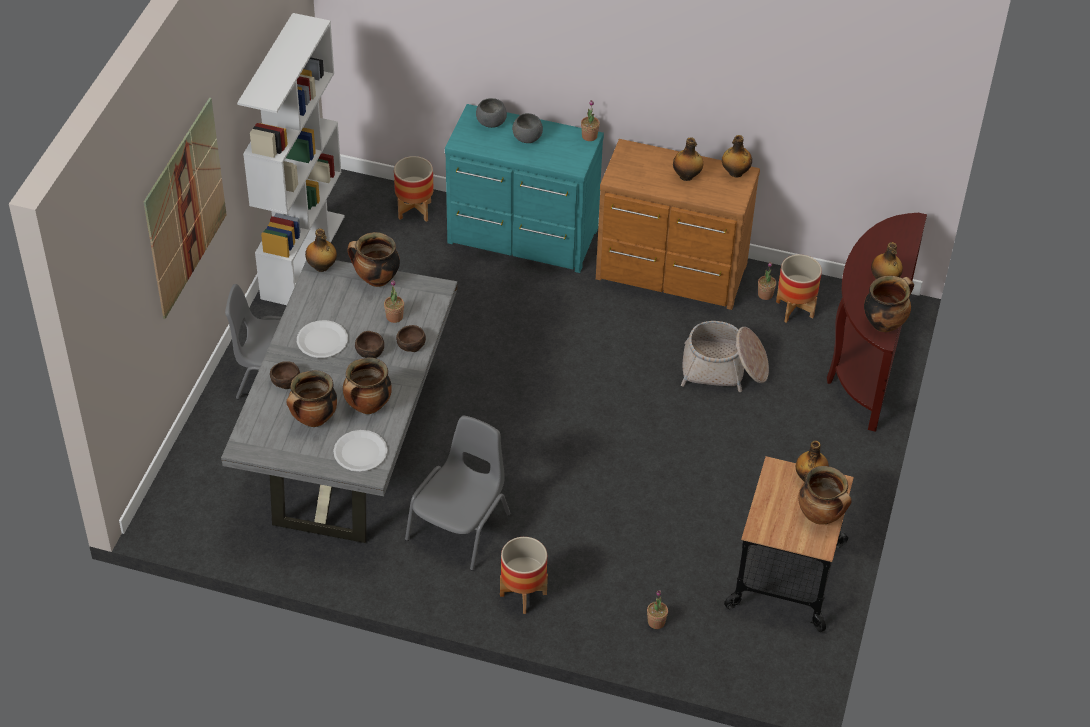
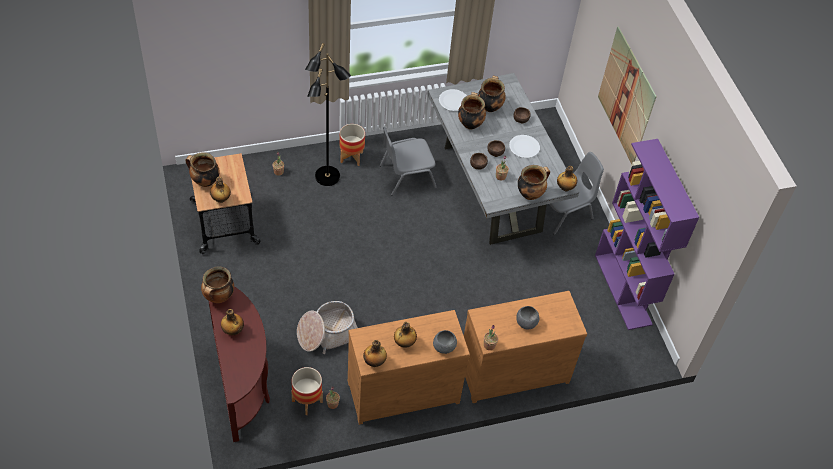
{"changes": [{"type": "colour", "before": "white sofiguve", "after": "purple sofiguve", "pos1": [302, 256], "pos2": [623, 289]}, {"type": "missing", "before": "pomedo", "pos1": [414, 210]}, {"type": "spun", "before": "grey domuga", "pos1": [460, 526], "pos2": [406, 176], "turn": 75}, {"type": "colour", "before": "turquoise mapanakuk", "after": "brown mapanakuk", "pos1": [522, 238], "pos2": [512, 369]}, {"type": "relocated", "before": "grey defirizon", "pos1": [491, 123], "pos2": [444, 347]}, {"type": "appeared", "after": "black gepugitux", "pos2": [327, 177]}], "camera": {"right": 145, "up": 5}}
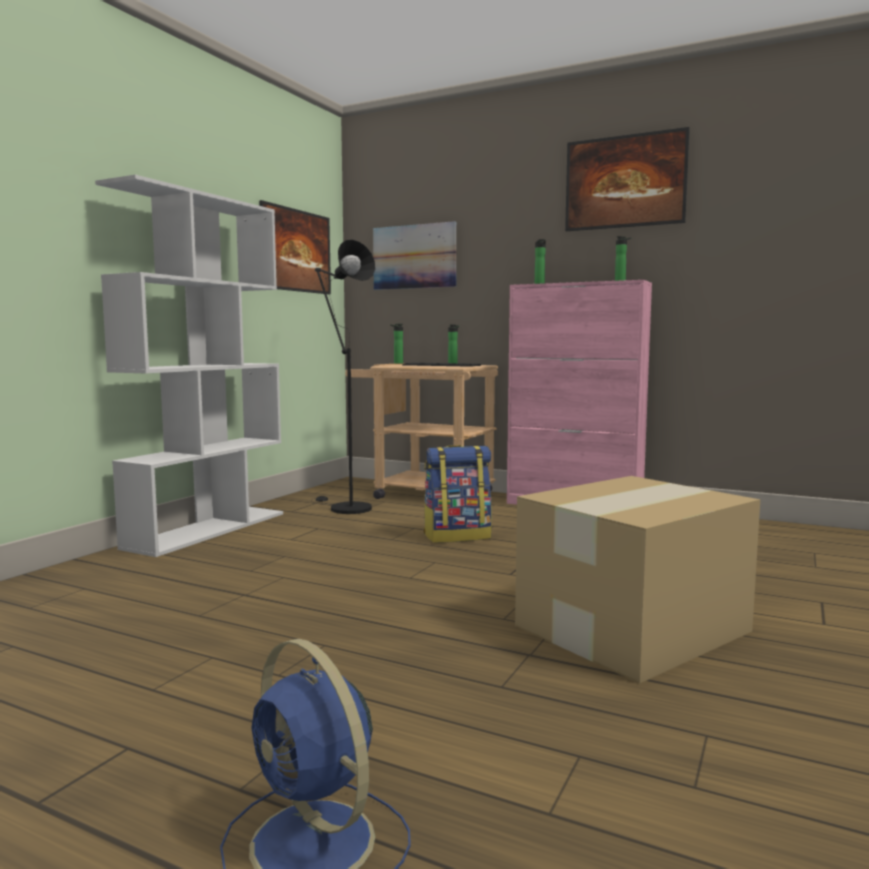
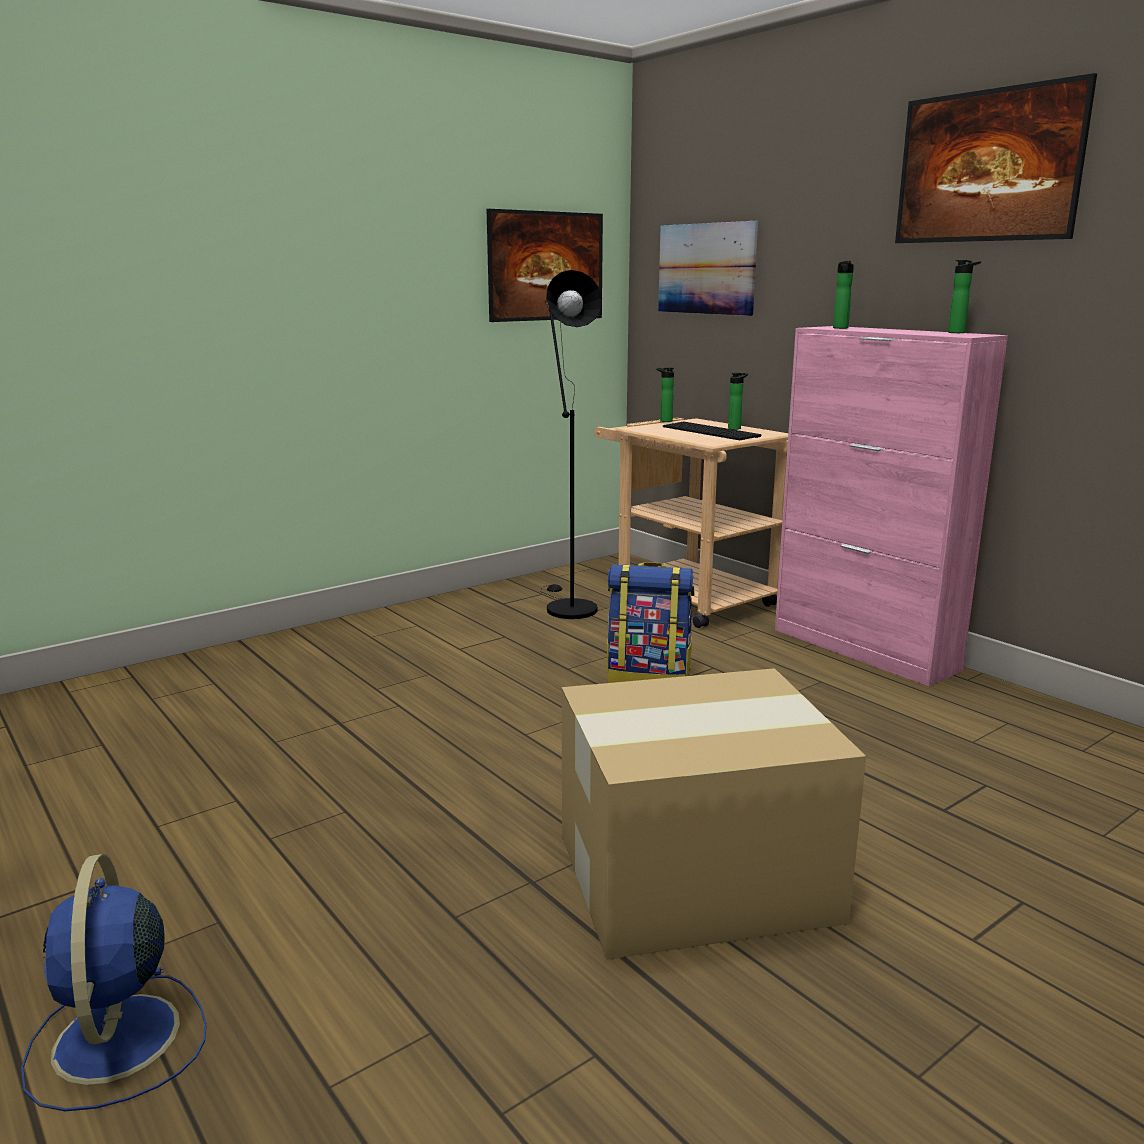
{"changes": [{"type": "missing", "before": "white sofiguve", "pos1": [208, 530]}], "camera": {"right": 25, "up": 10}}
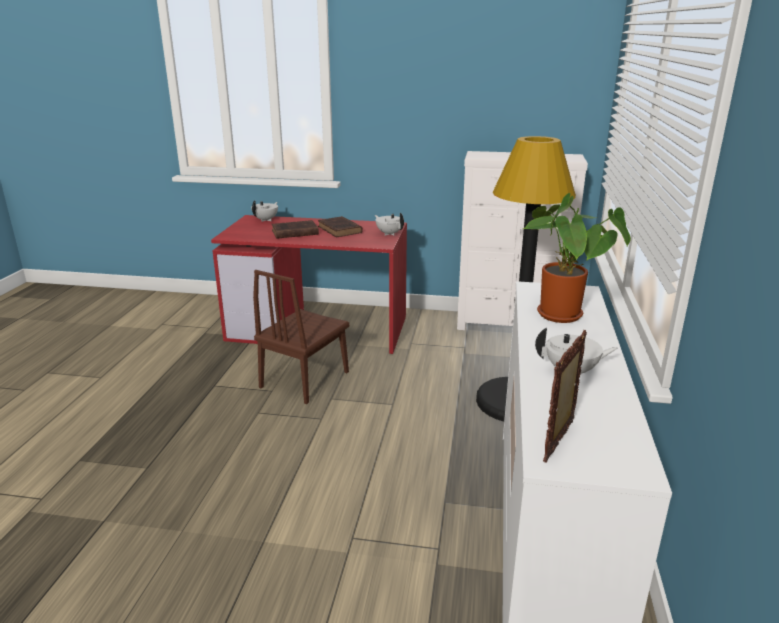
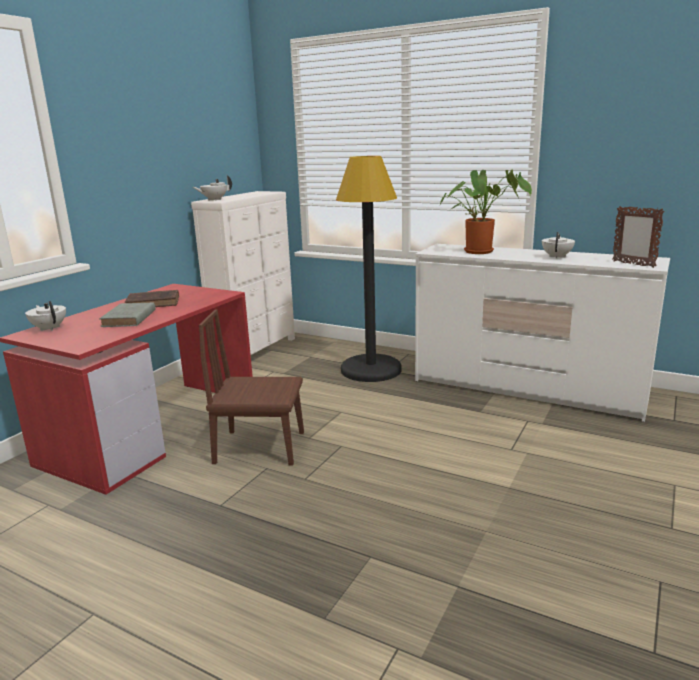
{"changes": [{"type": "spun", "before": "brown domuga", "pos1": [305, 379], "pos2": [260, 447], "turn": 135}, {"type": "colour", "before": "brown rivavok", "after": "grey rivavok", "pos1": [293, 233], "pos2": [128, 319]}, {"type": "relocated", "before": "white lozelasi", "pos1": [389, 233], "pos2": [214, 199]}], "camera": {"right": -70, "up": -5}}
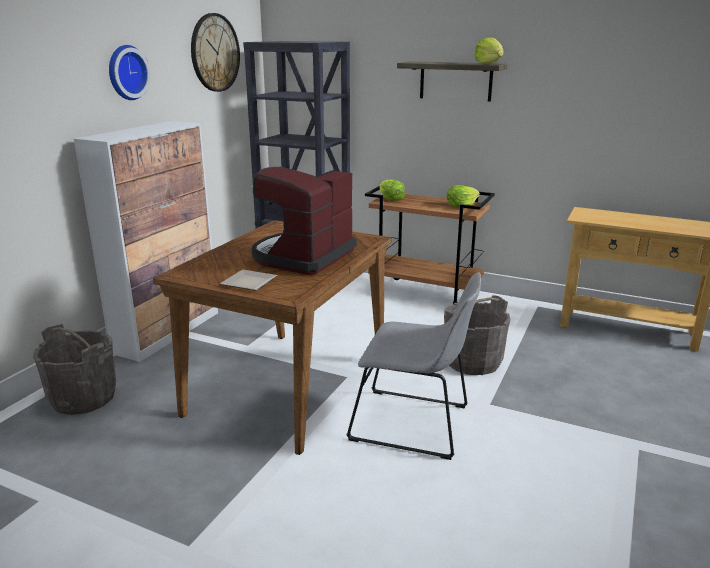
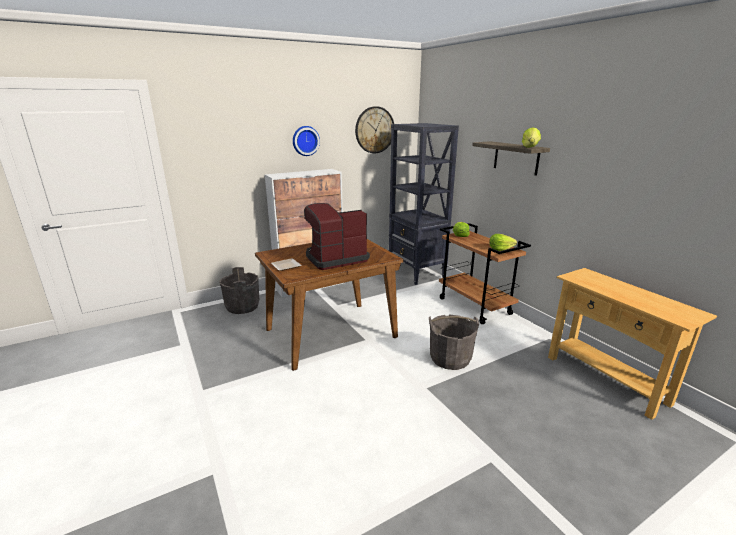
{"changes": [{"type": "missing", "before": "grey domuga", "pos1": [415, 424]}], "camera": {"right": 35, "up": 0}}
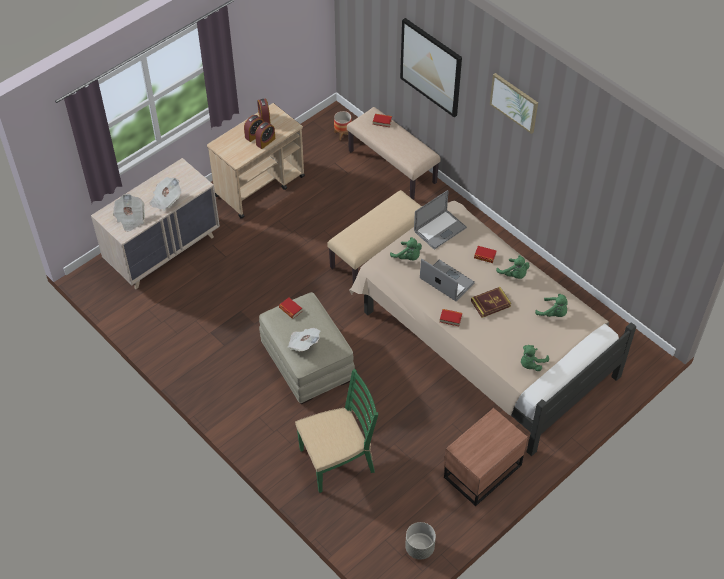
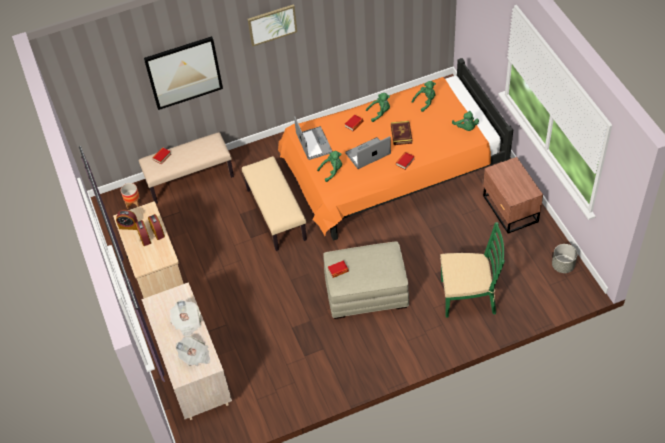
{"changes": [{"type": "missing", "before": "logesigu", "pos1": [303, 344]}, {"type": "spun", "before": "green domuga", "pos1": [337, 460], "pos2": [468, 296], "turn": 90}, {"type": "colour", "before": "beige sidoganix", "after": "orange sidoganix", "pos1": [482, 338], "pos2": [392, 173]}], "camera": {"right": -65, "up": 0}}
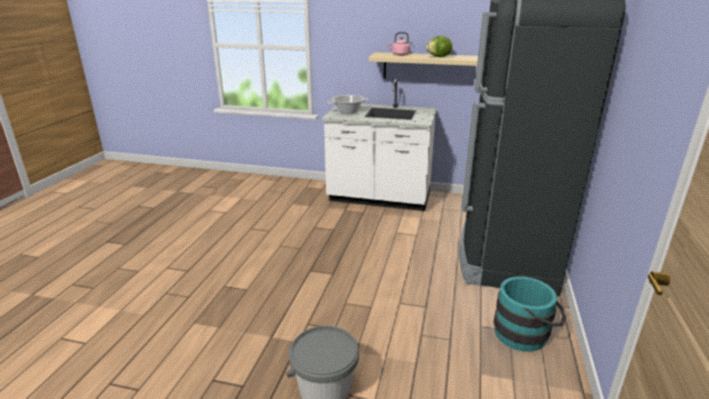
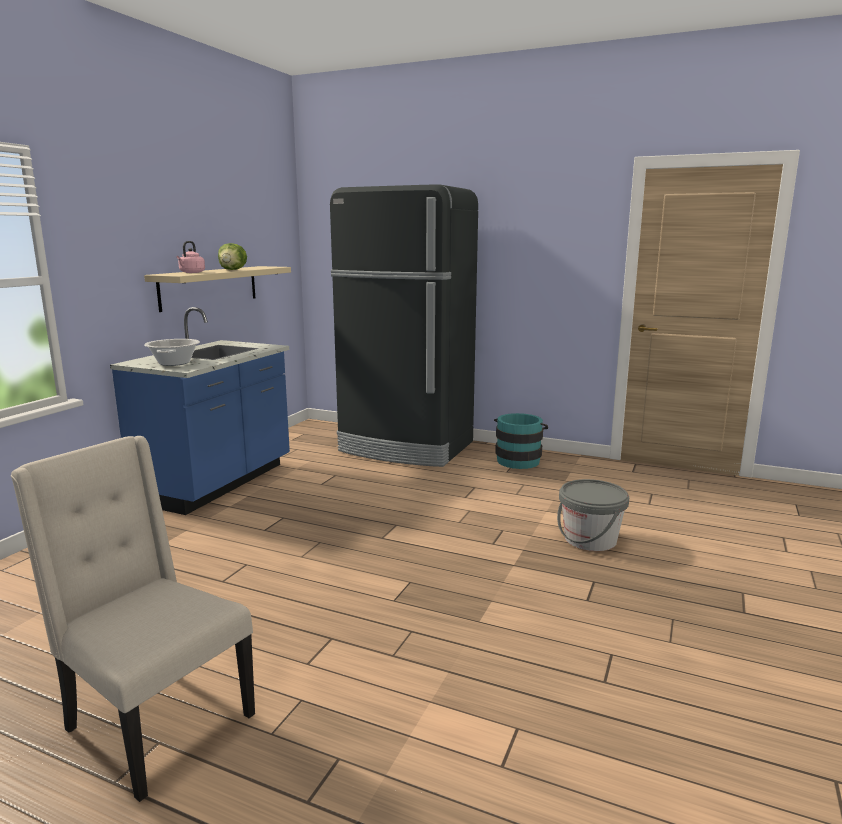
{"changes": [{"type": "colour", "before": "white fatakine", "after": "blue fatakine", "pos1": [379, 198], "pos2": [218, 483]}, {"type": "appeared", "after": "beige domuga", "pos2": [155, 723]}], "camera": {"right": -80, "up": -10}}
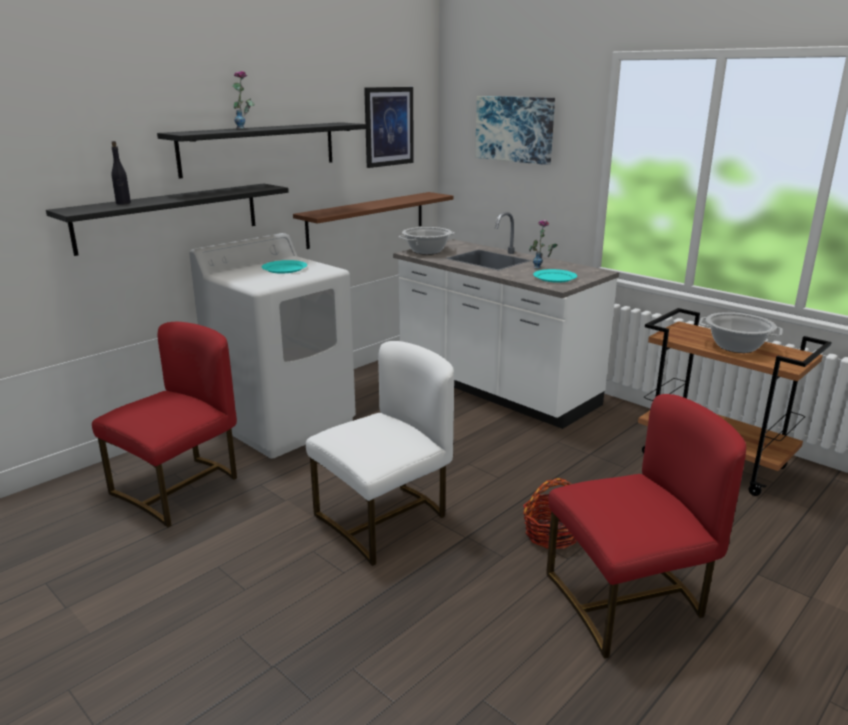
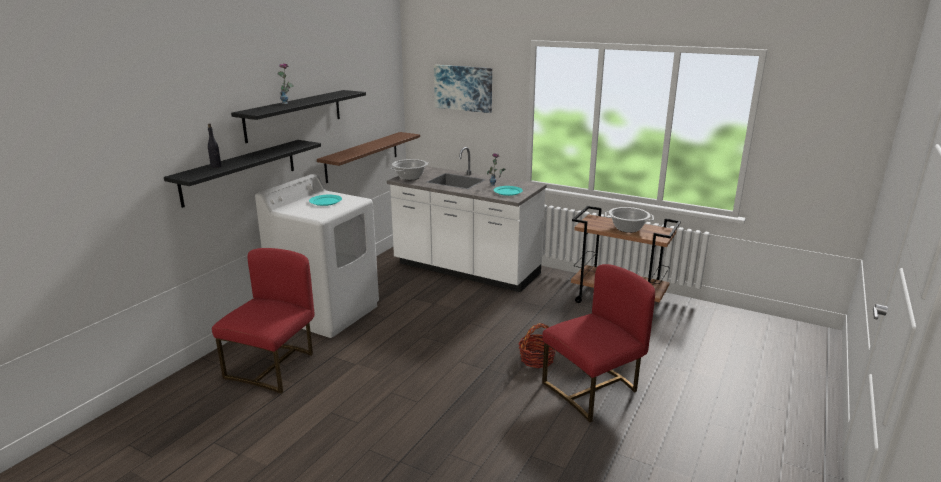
{"changes": [{"type": "missing", "before": "white domuga", "pos1": [385, 519]}, {"type": "missing", "before": "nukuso", "pos1": [389, 126]}], "camera": {"right": -15, "up": 0}}
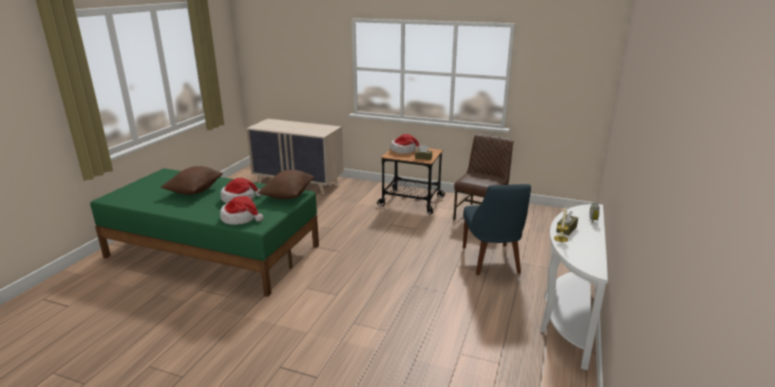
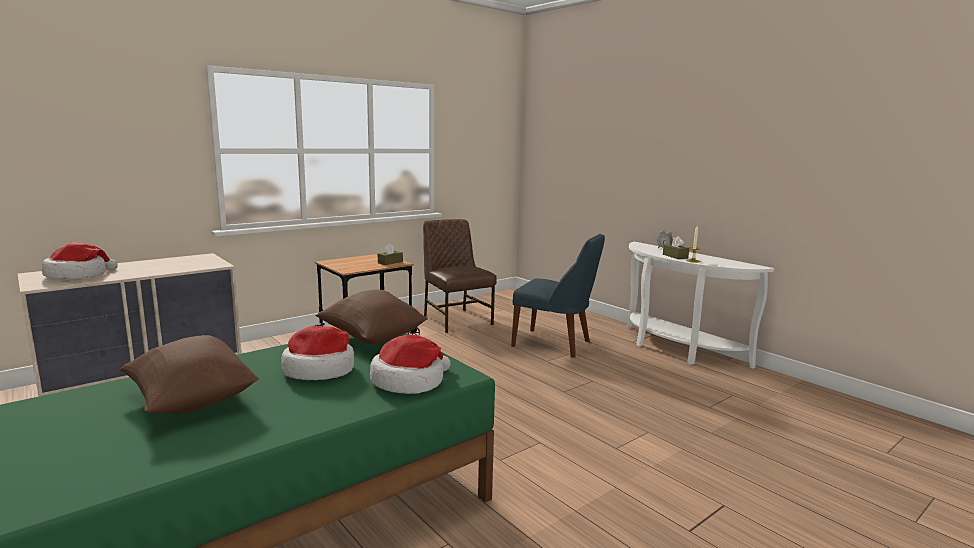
{"changes": [{"type": "relocated", "before": "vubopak", "pos1": [404, 150], "pos2": [78, 275]}], "camera": {"right": -60, "up": -10}}
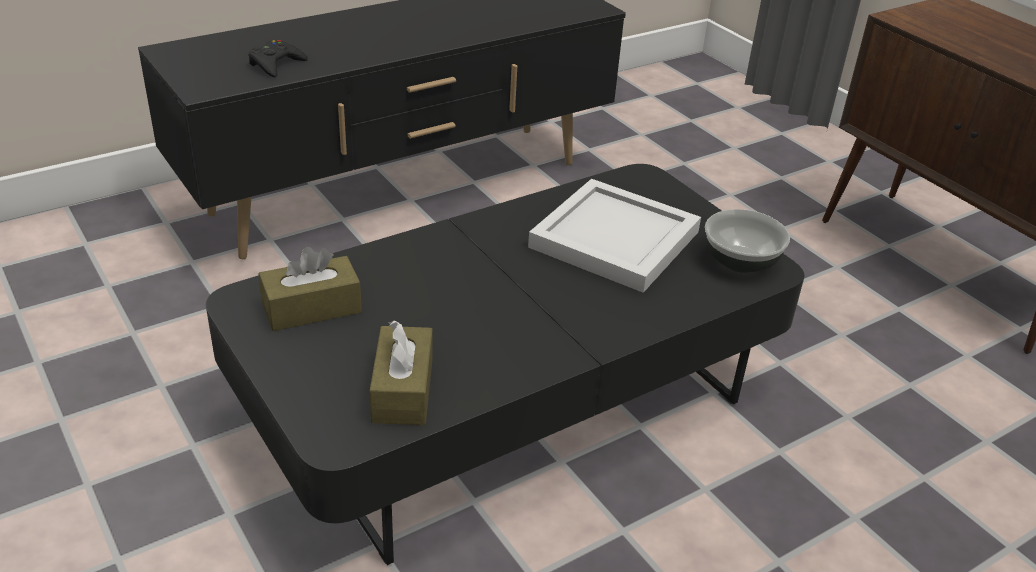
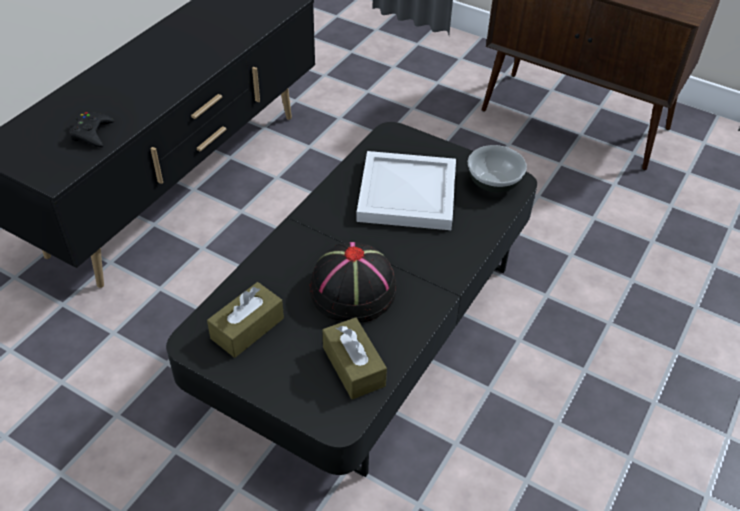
{"changes": [{"type": "appeared", "after": "black vubopak", "pos2": [353, 290]}], "camera": {"right": -25, "up": 10}}
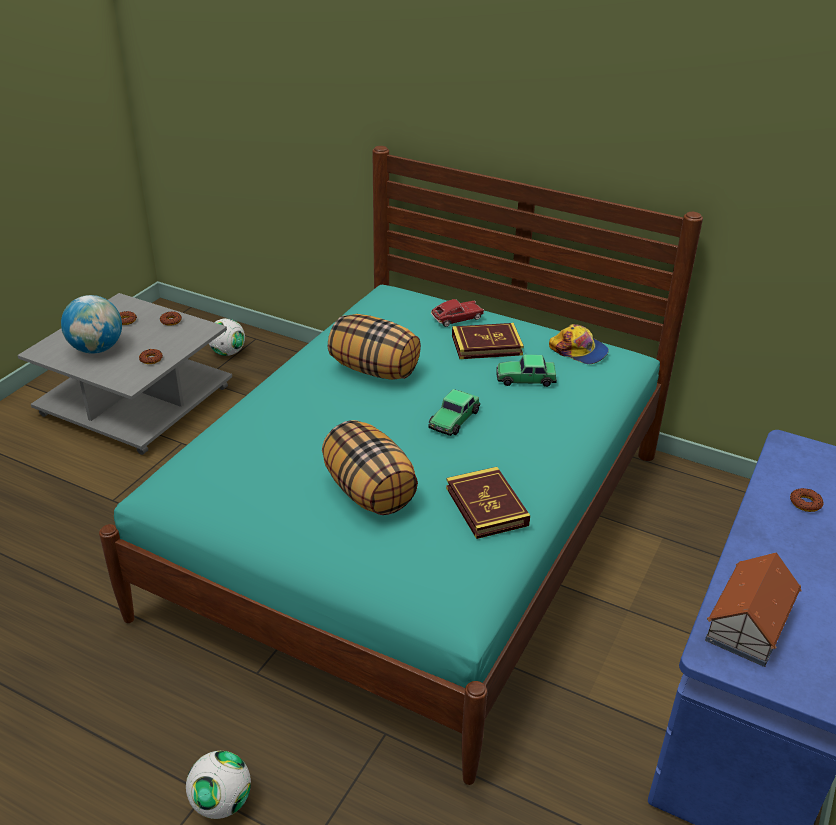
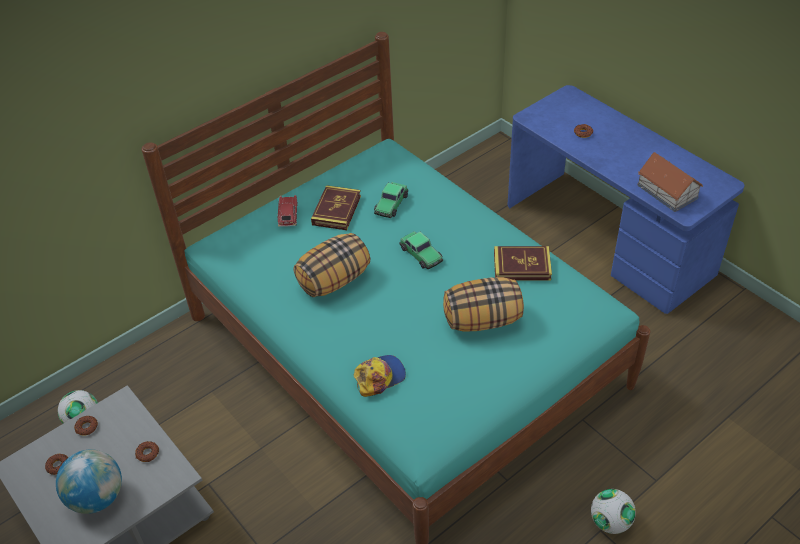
{"changes": [{"type": "relocated", "before": "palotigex", "pos1": [579, 350], "pos2": [379, 377]}], "camera": {"right": -65, "up": 10}}
